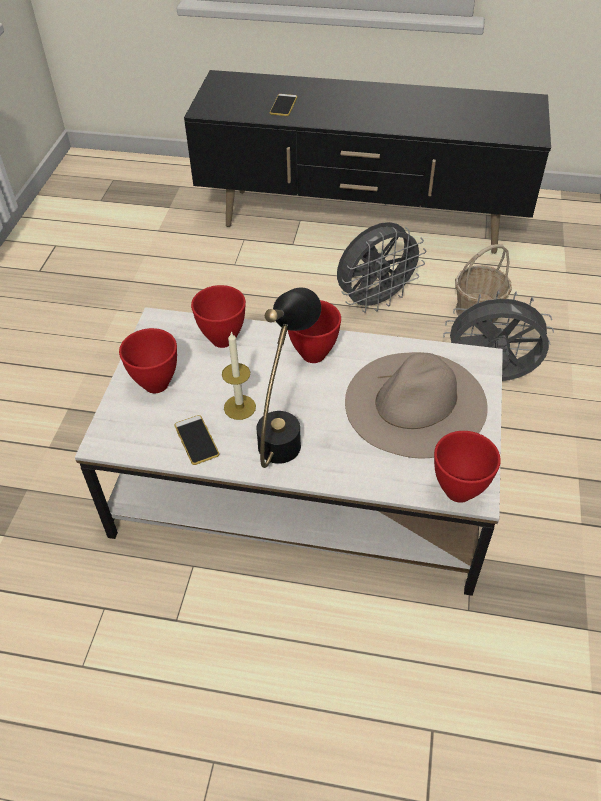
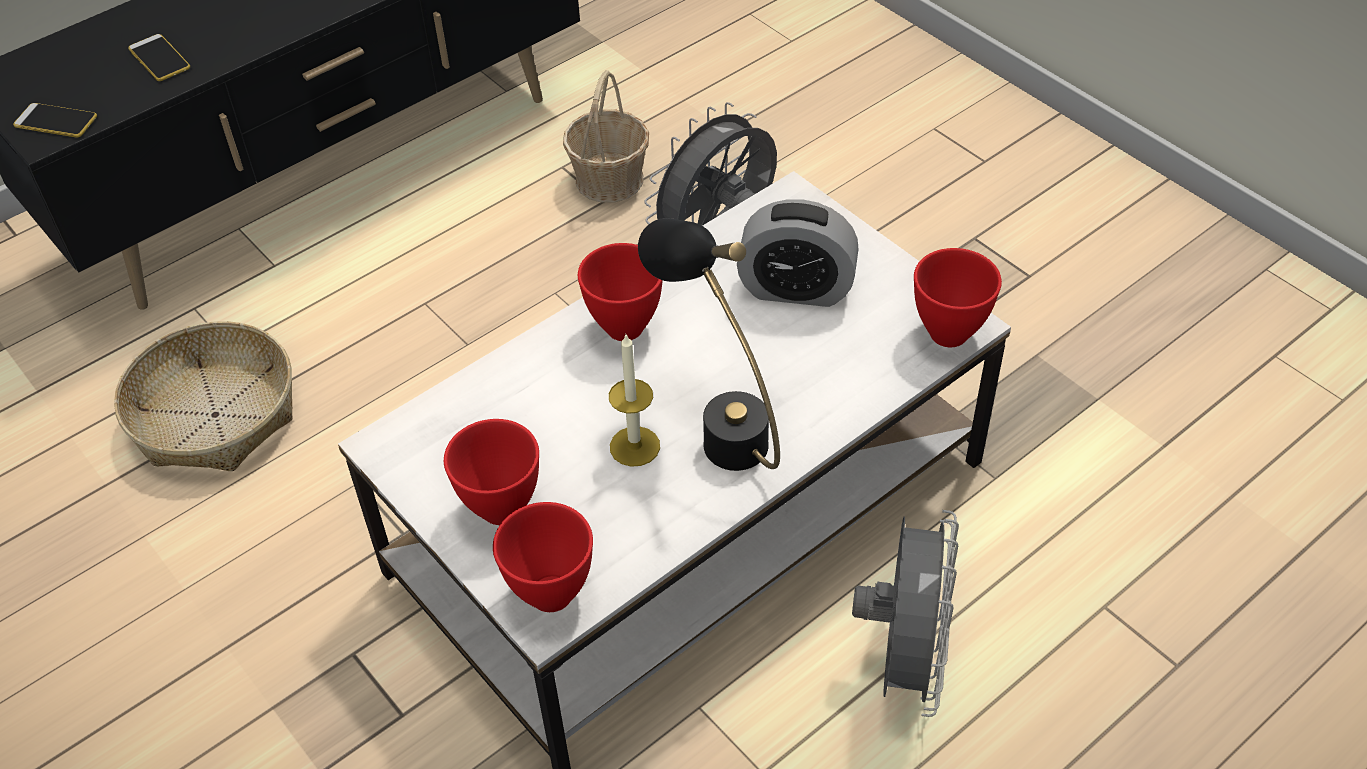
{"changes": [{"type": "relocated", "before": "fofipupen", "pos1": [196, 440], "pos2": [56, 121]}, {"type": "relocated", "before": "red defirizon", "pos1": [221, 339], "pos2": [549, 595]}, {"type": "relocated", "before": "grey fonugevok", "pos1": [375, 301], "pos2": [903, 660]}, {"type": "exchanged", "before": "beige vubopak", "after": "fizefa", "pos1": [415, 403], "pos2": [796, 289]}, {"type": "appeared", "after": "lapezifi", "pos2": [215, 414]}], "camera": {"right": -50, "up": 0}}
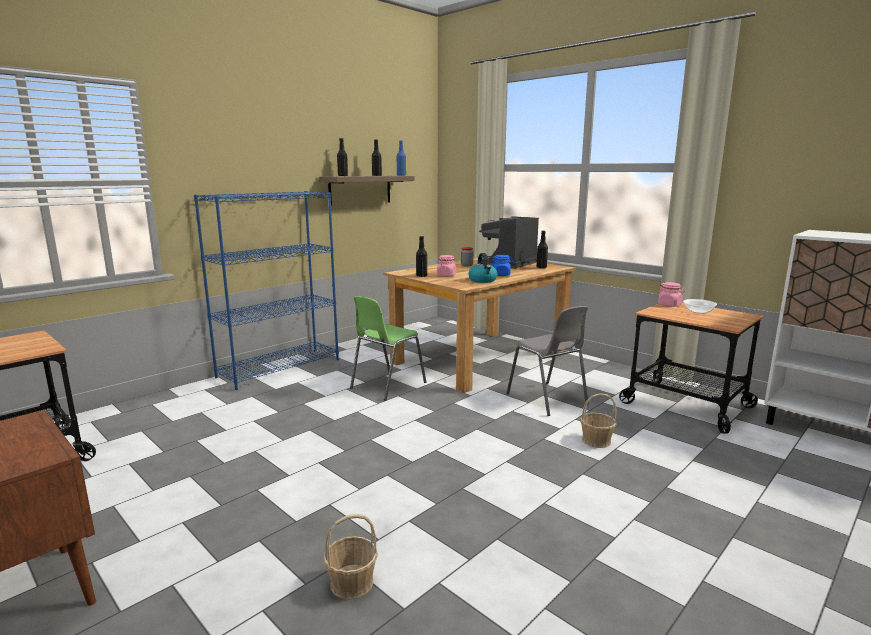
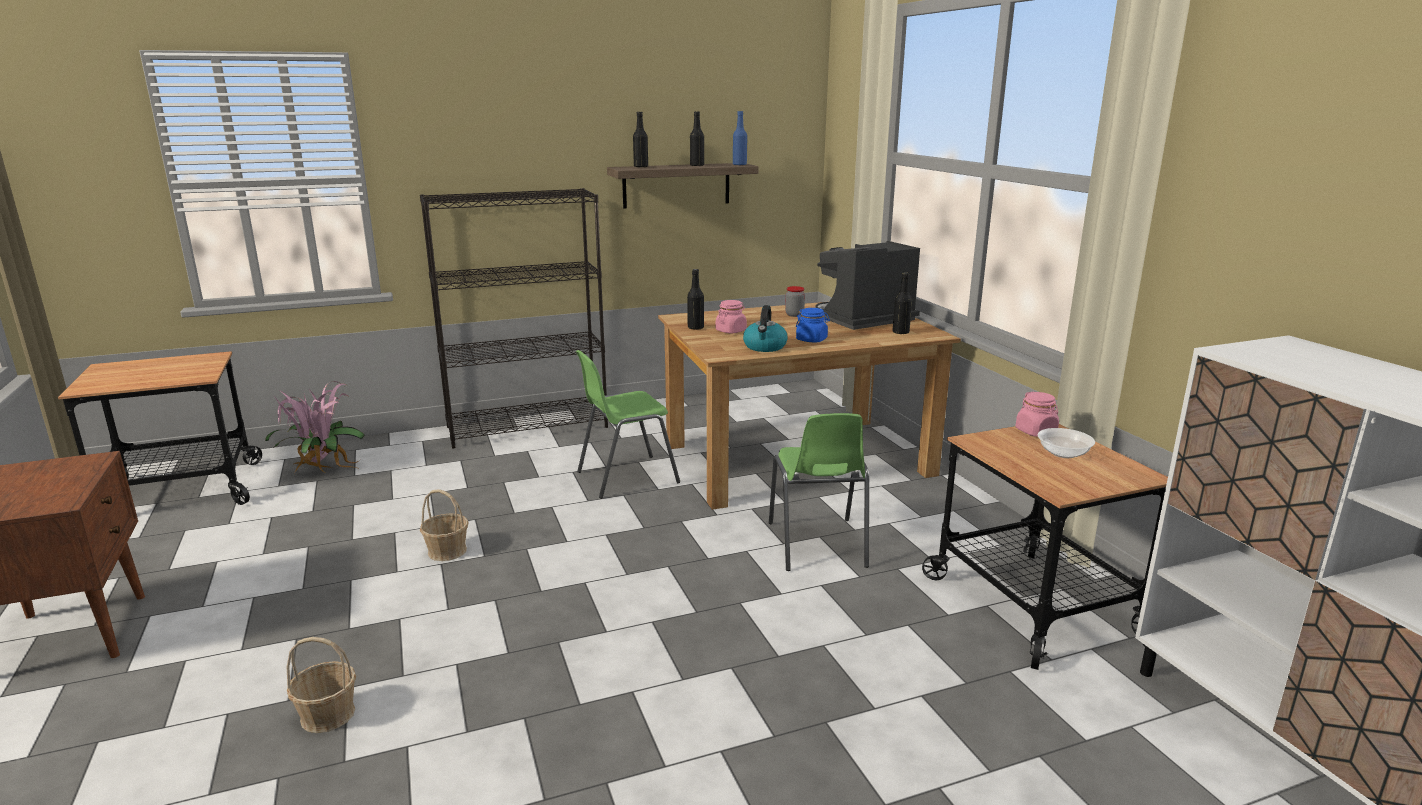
{"changes": [{"type": "colour", "before": "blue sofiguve", "after": "black sofiguve", "pos1": [280, 368], "pos2": [528, 426]}, {"type": "colour", "before": "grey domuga", "after": "green domuga", "pos1": [547, 399], "pos2": [817, 545]}, {"type": "relocated", "before": "lapezifi", "pos1": [596, 440], "pos2": [447, 551]}, {"type": "appeared", "after": "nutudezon", "pos2": [321, 471]}], "camera": {"right": 25, "up": 5}}
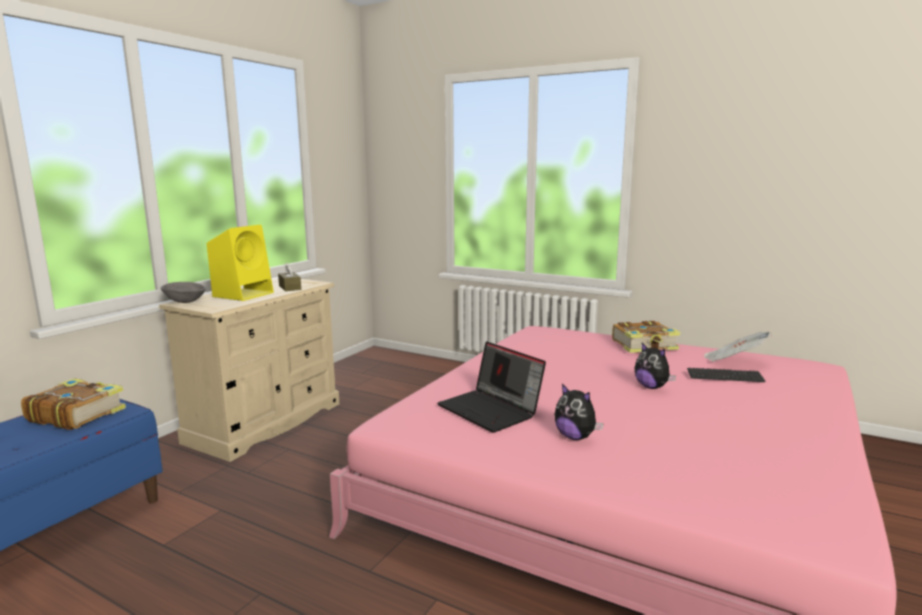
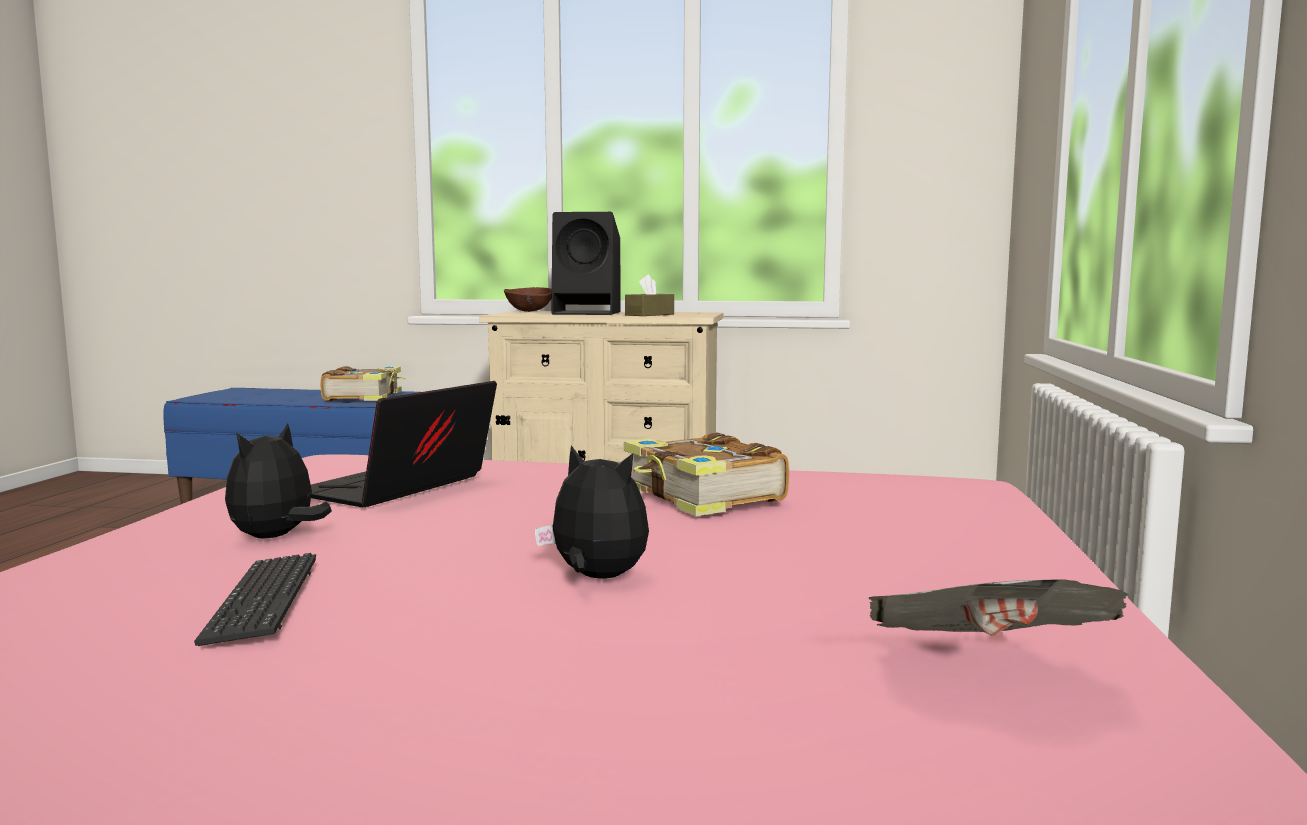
{"changes": [{"type": "colour", "before": "grey defirizon", "after": "brown defirizon", "pos1": [185, 302], "pos2": [529, 311]}, {"type": "colour", "before": "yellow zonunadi", "after": "black zonunadi", "pos1": [244, 294], "pos2": [589, 313]}, {"type": "relocated", "before": "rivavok", "pos1": [645, 346], "pos2": [703, 497]}, {"type": "spun", "before": "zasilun", "pos1": [652, 387], "pos2": [596, 578], "turn": 90}, {"type": "relocated", "before": "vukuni", "pos1": [724, 376], "pos2": [263, 601]}], "camera": {"right": 70, "up": -5}}
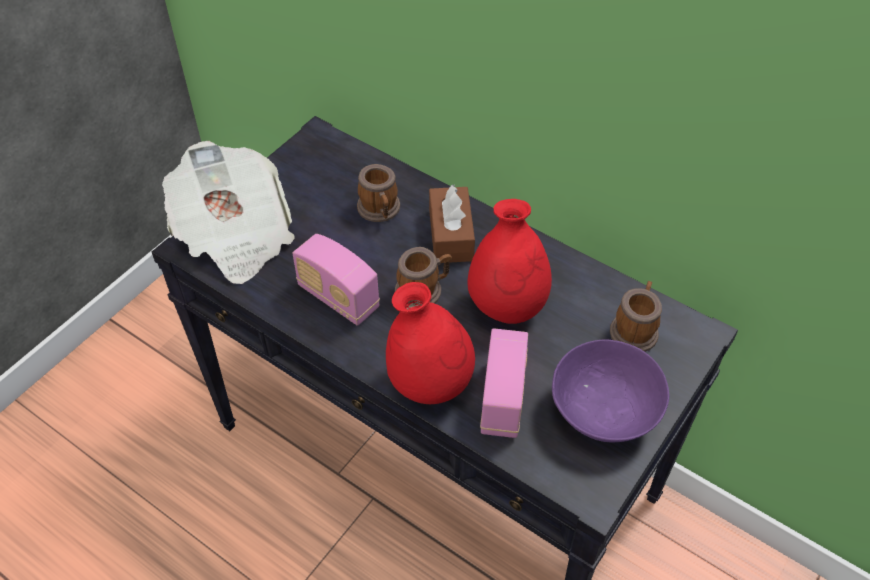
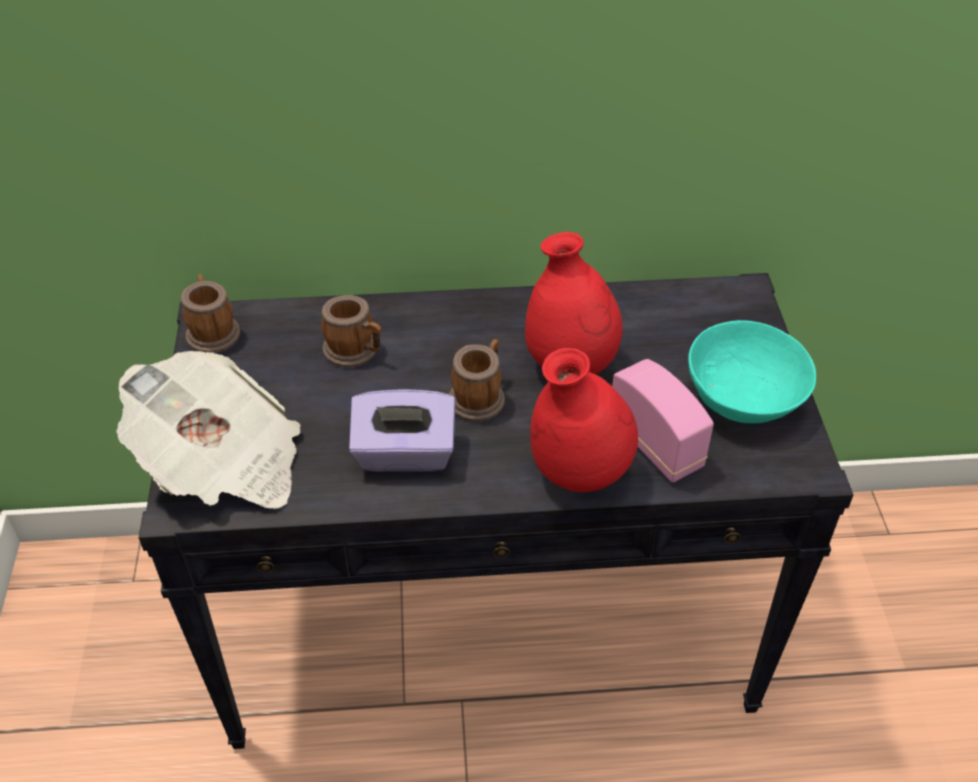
{"changes": [{"type": "exchanged", "before": "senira", "after": "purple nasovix", "pos1": [338, 298], "pos2": [404, 454]}, {"type": "missing", "before": "brown nasovix", "pos1": [451, 235]}, {"type": "colour", "before": "purple defirizon", "after": "turquoise defirizon", "pos1": [605, 410], "pos2": [744, 398]}, {"type": "relocated", "before": "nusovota", "pos1": [635, 329], "pos2": [212, 331]}], "camera": {"right": -40, "up": -5}}
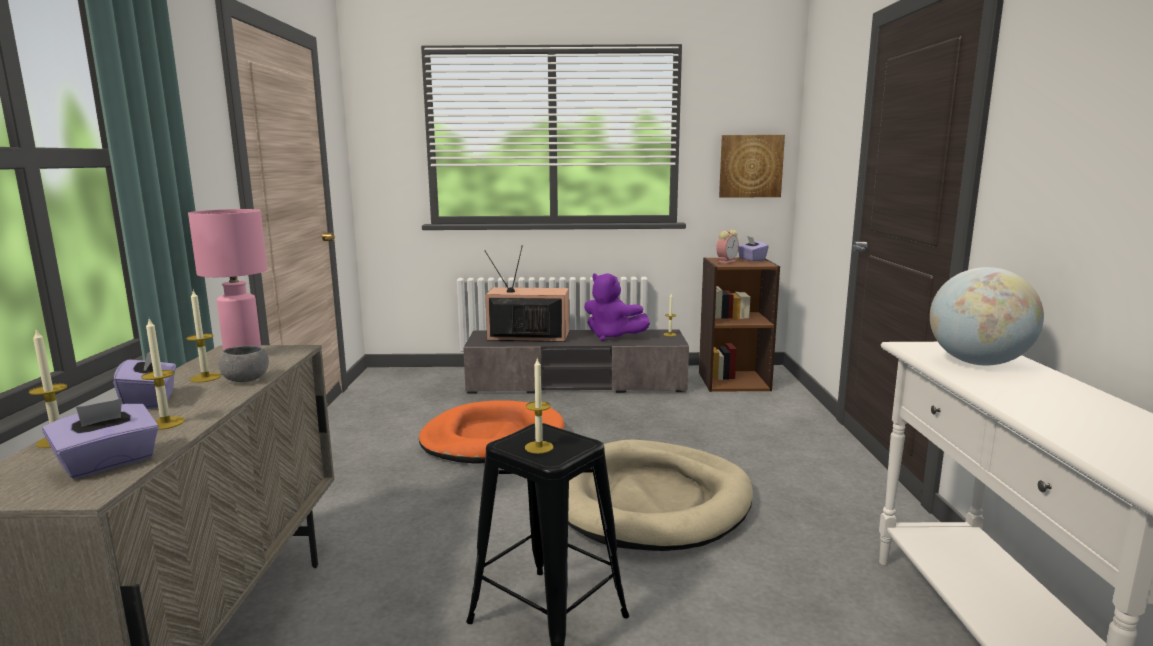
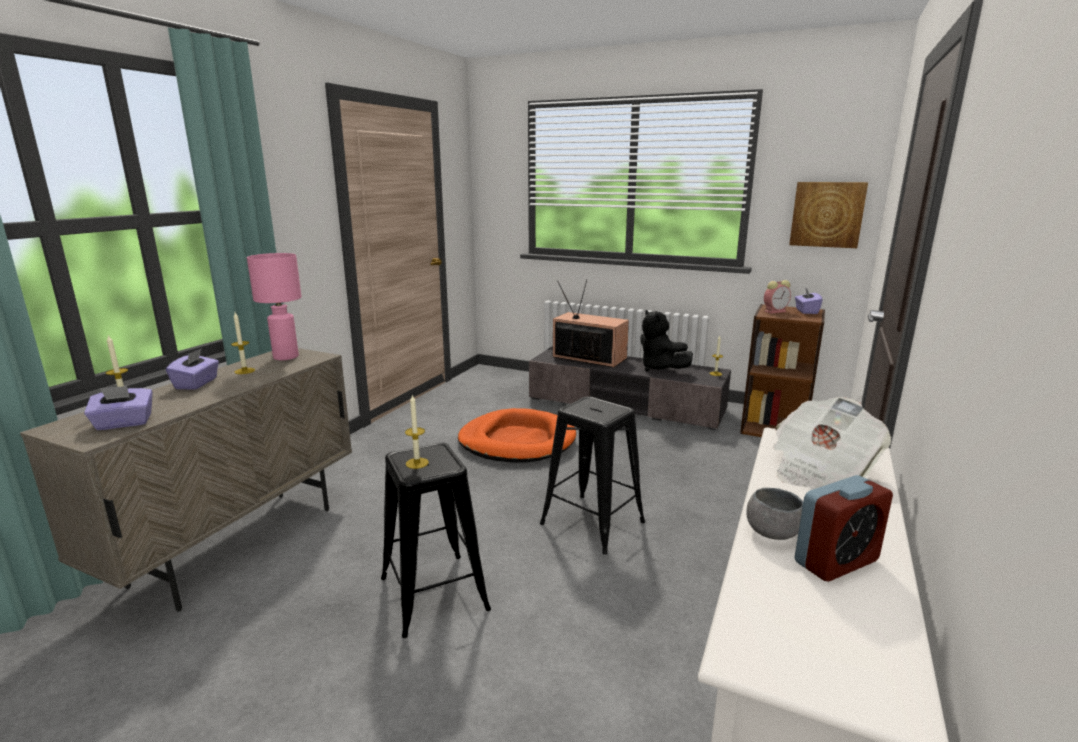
{"changes": [{"type": "missing", "before": "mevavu", "pos1": [165, 423]}, {"type": "relocated", "before": "grey defirizon", "pos1": [246, 380], "pos2": [773, 533]}, {"type": "exchanged", "before": "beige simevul", "after": "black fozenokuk", "pos1": [651, 501], "pos2": [592, 523]}, {"type": "colour", "before": "purple zasilun", "after": "black zasilun", "pos1": [612, 336], "pos2": [660, 368]}, {"type": "exchanged", "before": "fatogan", "after": "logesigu", "pos1": [977, 363], "pos2": [820, 469]}, {"type": "appeared", "after": "fizefa", "pos2": [836, 561]}], "camera": {"right": 25, "up": 5}}
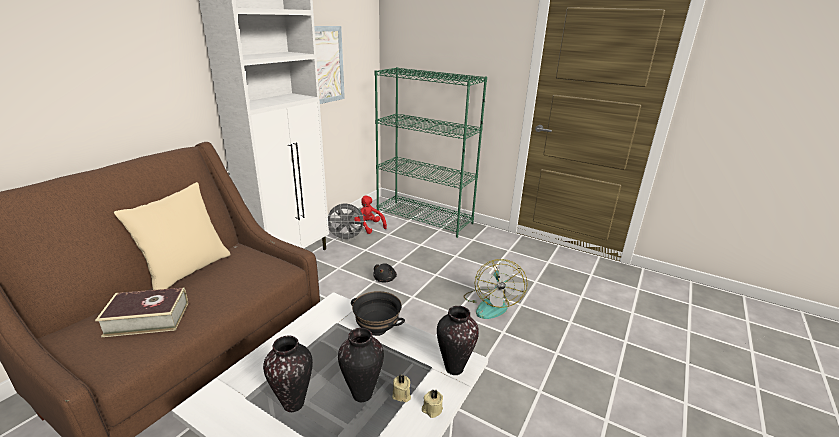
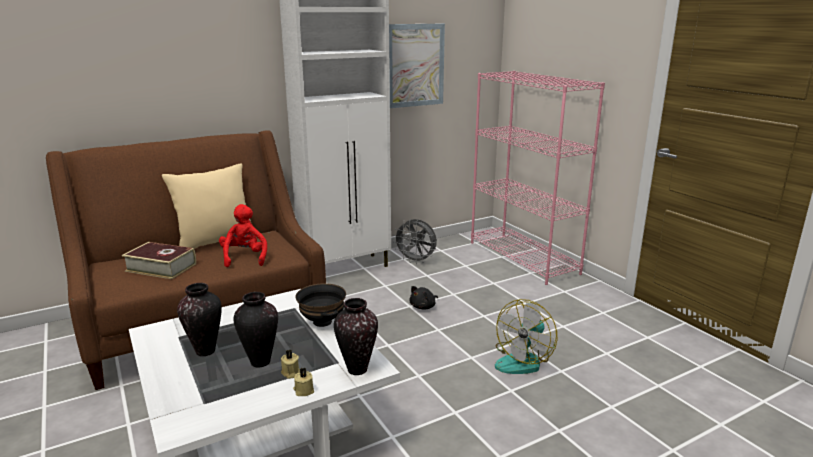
{"changes": [{"type": "relocated", "before": "red zasilun", "pos1": [369, 227], "pos2": [245, 257]}, {"type": "colour", "before": "green sofiguve", "after": "pink sofiguve", "pos1": [425, 218], "pos2": [523, 258]}], "camera": {"right": 30, "up": -5}}
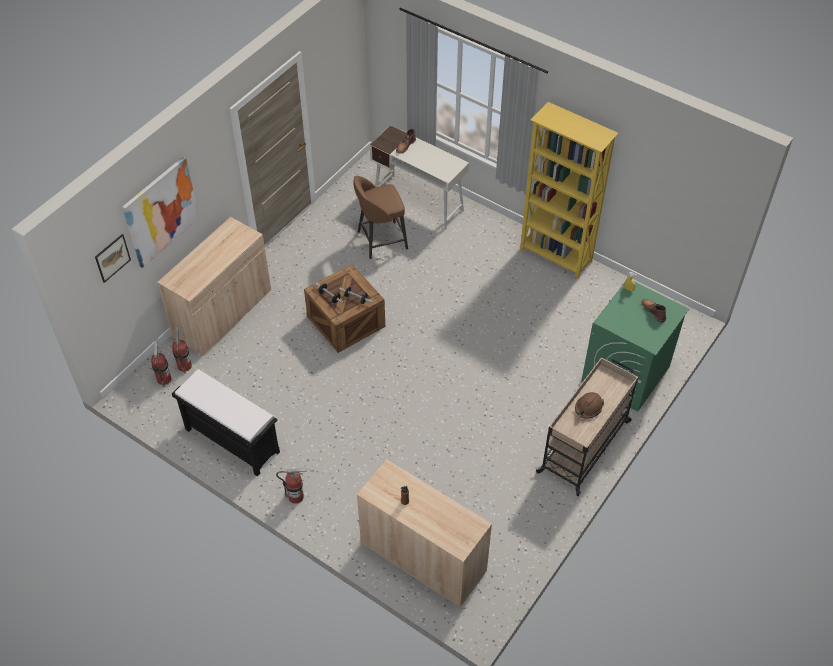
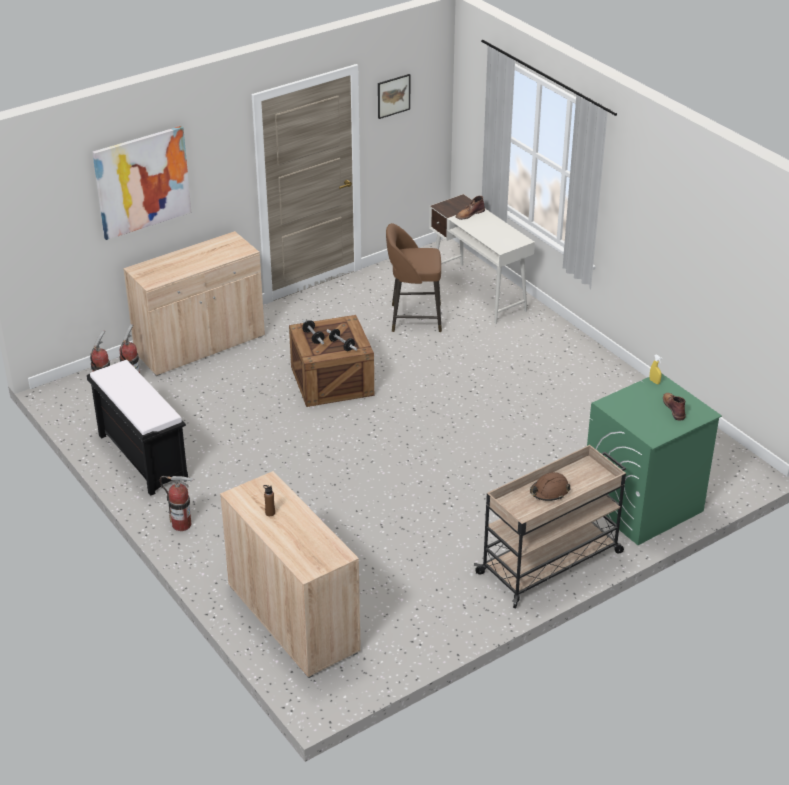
{"changes": [{"type": "relocated", "before": "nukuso", "pos1": [112, 258], "pos2": [393, 96]}, {"type": "missing", "before": "yellow sofiguve", "pos1": [555, 256]}], "camera": {"right": 20, "up": -15}}
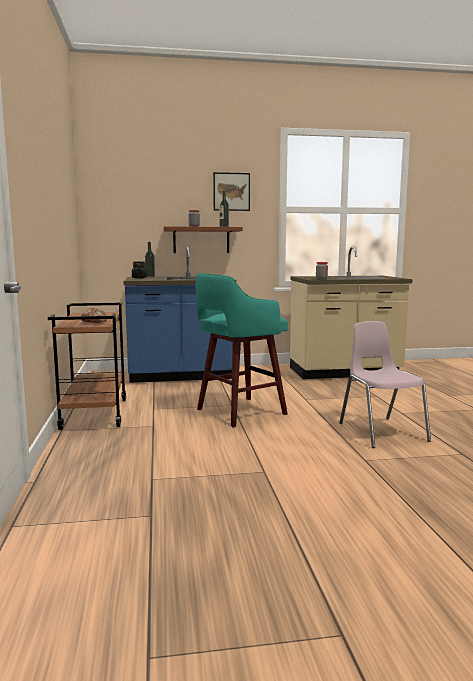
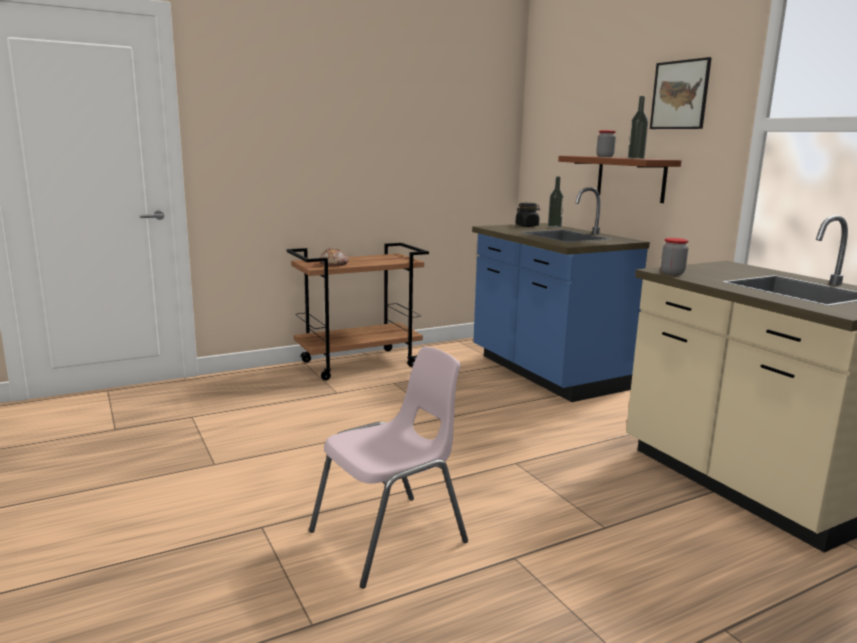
{"changes": [{"type": "missing", "before": "turquoise fozenokuk", "pos1": [238, 412]}], "camera": {"right": 70, "up": 5}}
